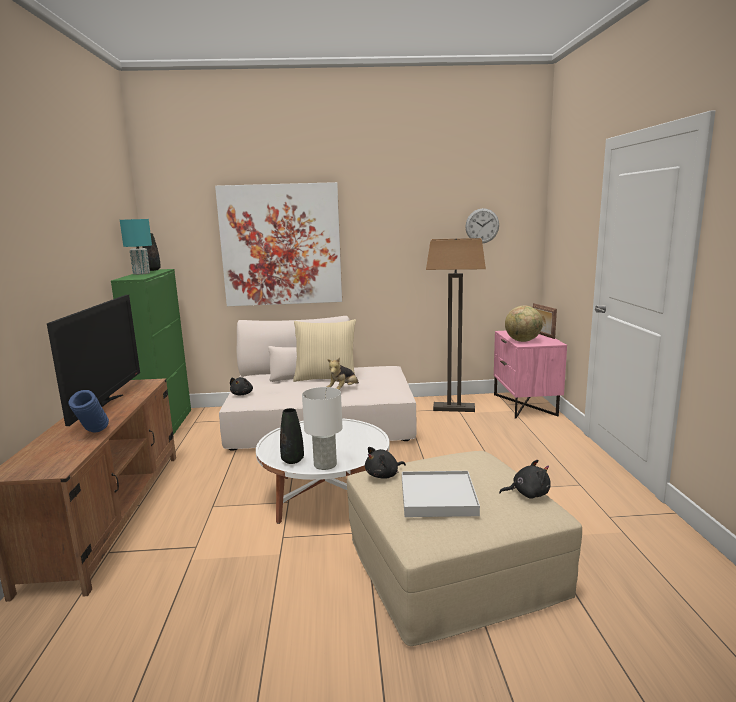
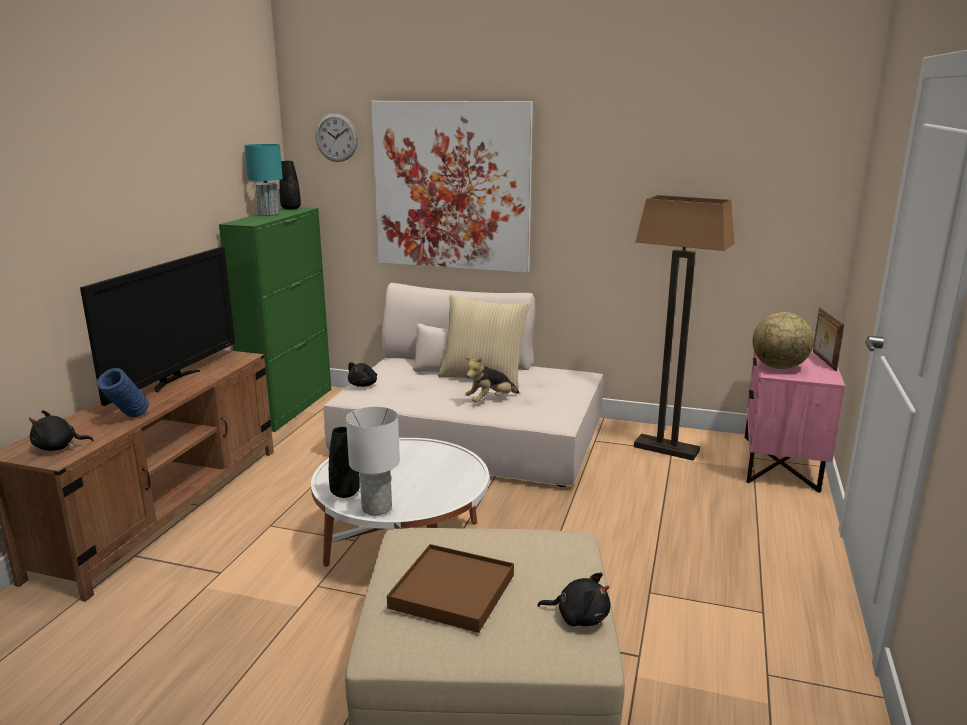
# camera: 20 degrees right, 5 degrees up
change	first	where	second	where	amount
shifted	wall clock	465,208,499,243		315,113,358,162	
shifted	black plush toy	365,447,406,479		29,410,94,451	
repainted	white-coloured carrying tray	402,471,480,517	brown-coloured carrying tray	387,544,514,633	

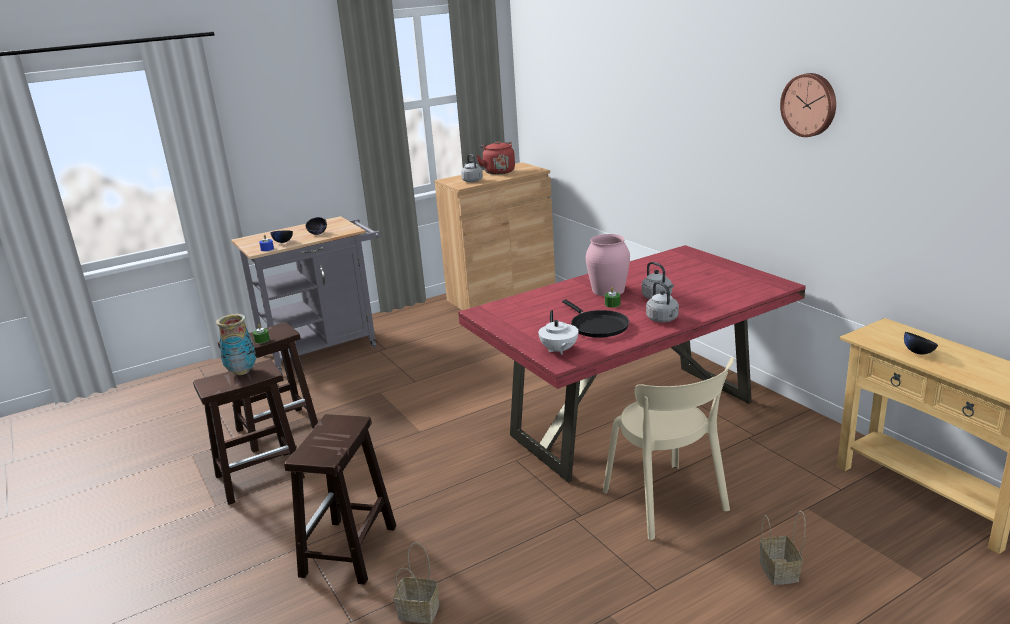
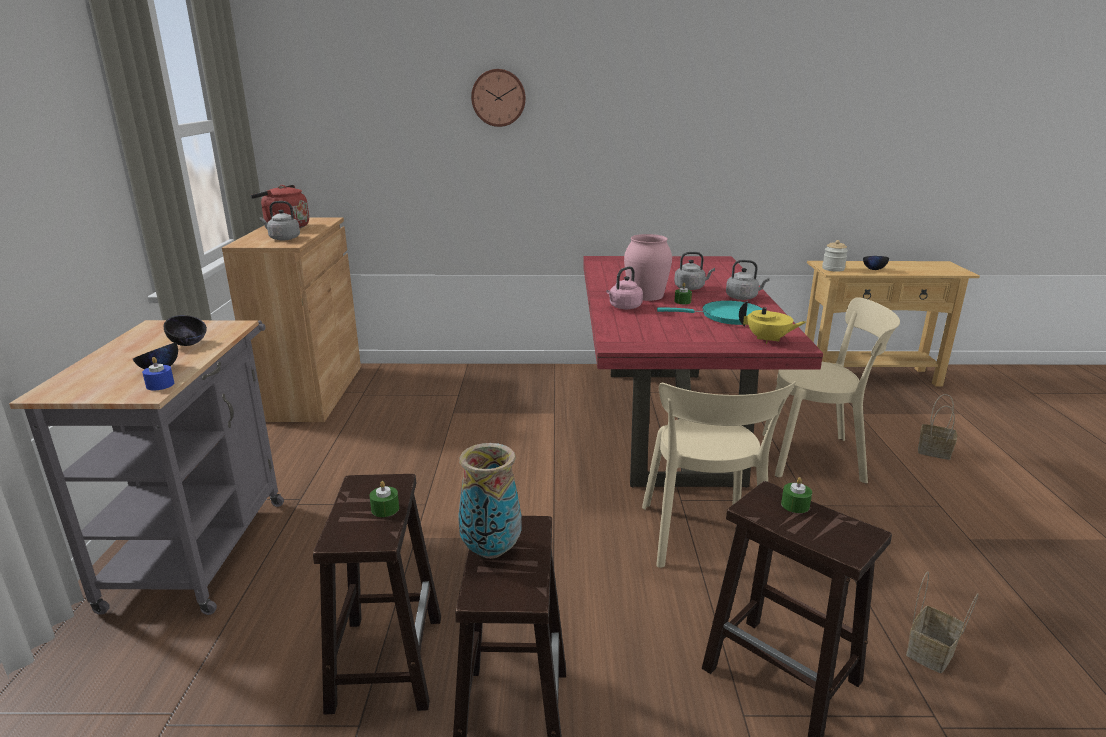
# camera: 60 degrees left, 0 degrees up
change	first	where	second	where	amount
shifted	wall clock	780,73,836,137		471,69,526,127	
repainted	black pan	562,300,629,338	turquoise-coloured pan	657,301,762,325	
repainted	white-coloured teapot	538,310,578,355	yellow-coloured teapot	739,301,806,344	
new			preserve jar	822,240,848,272	
new			pinkish water kettle	606,266,643,309	
new			beige chair	642,381,796,568	
new			greenish candle	781,477,812,513	

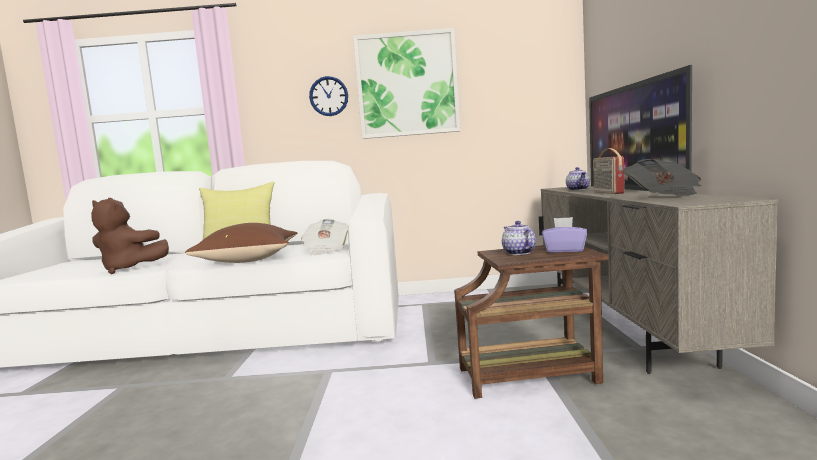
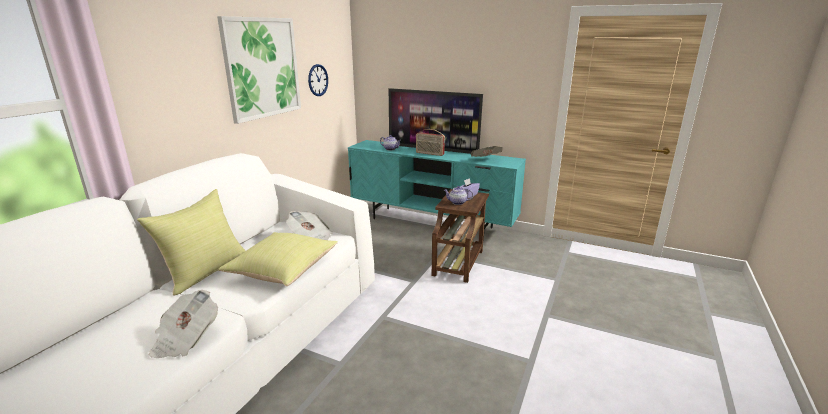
# camera: 65 degrees left, 15 degrees up
change	first	where	second	where	amount
shifted	wall clock	309,76,348,116		308,64,328,96	
repainted	beige tv unit	539,185,778,374	turquoise-coloured tv unit	348,140,526,240	
swapped	brown-coloured plush toy	91,198,169,274	daily paper	149,290,218,358	
repainted	brown-coloured pillow	185,223,298,263	yellow-coloured pillow	218,232,338,286	

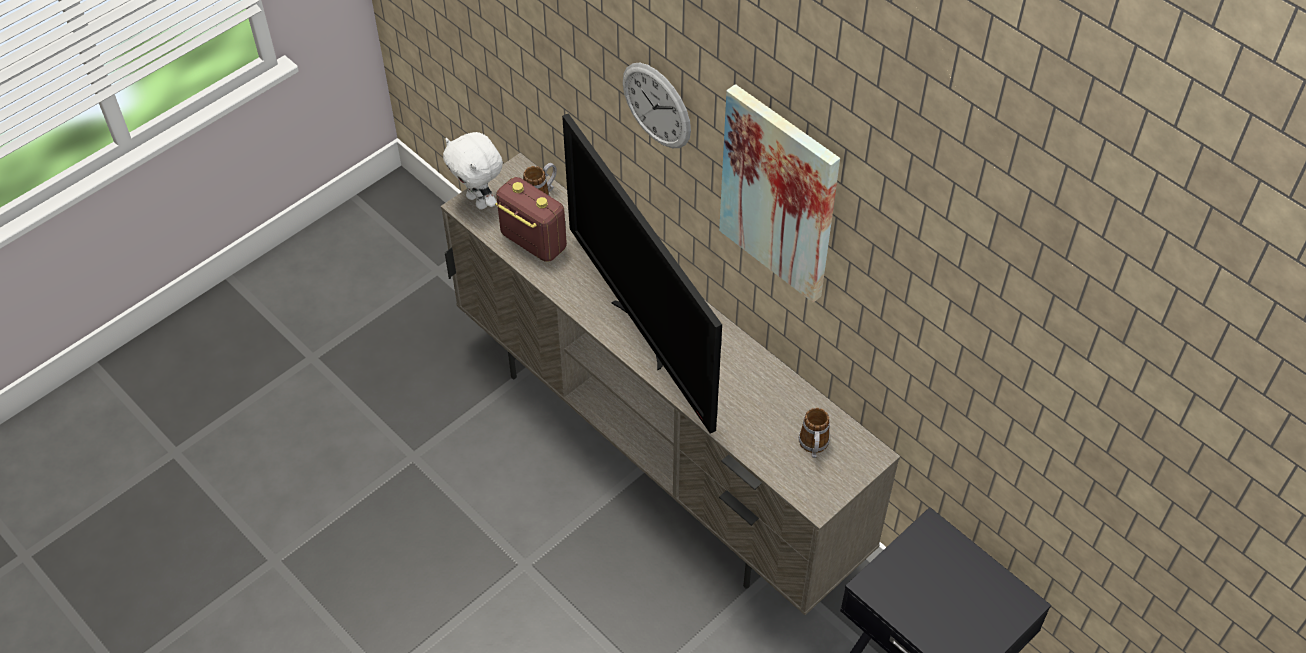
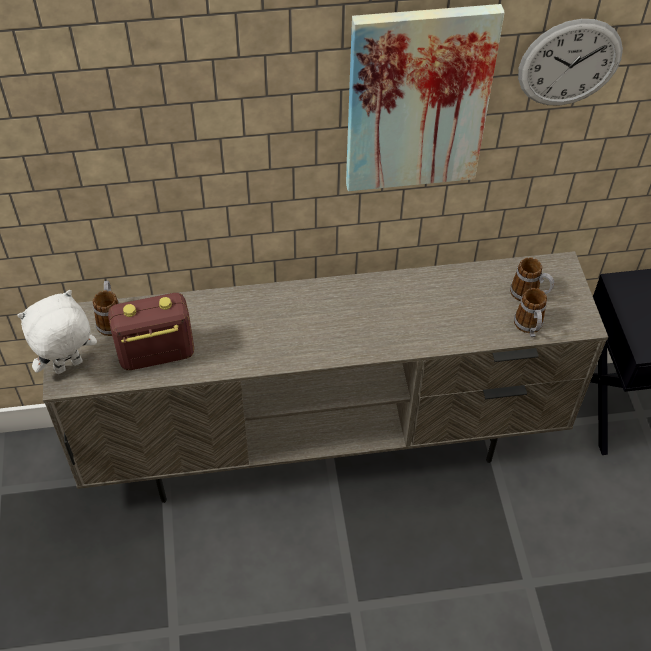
# camera: 55 degrees left, 0 degrees up
change	first	where	second	where	amount
shifted	wall clock	623,63,691,148		518,19,623,105	
gone	TV	562,113,722,433			
rotated	white-coloured plush toy	443,132,503,210		17,290,97,374	150 degrees clockwise
new			coffee mug	514,288,547,337	

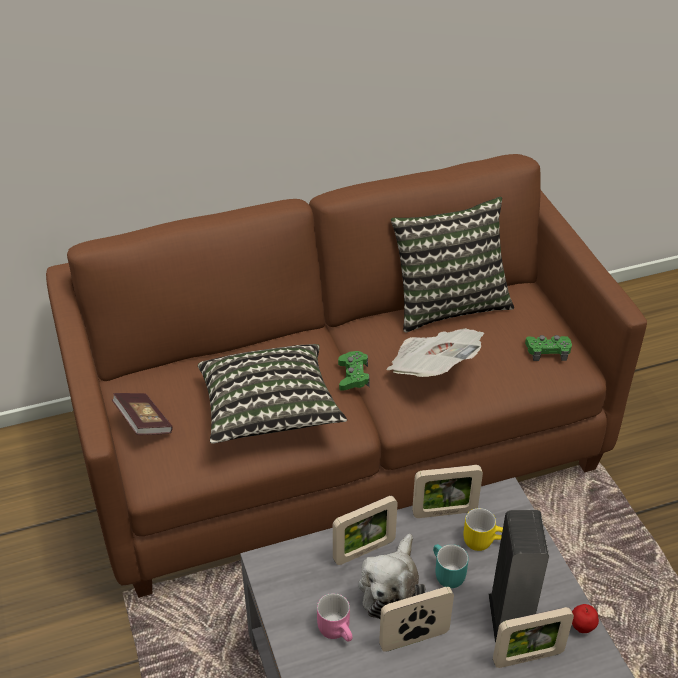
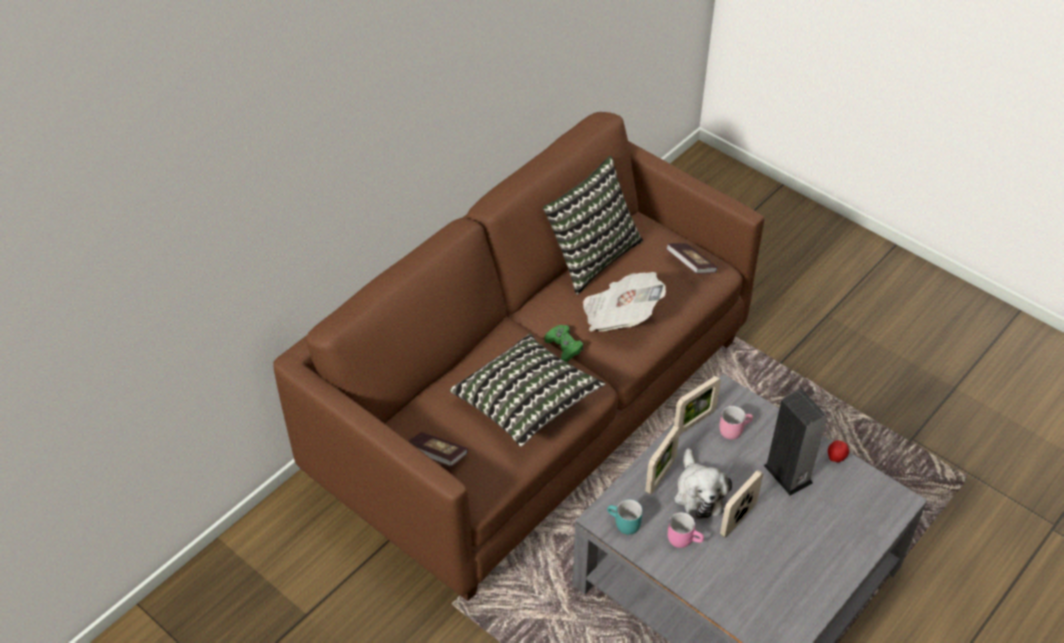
# camera: 30 degrees left, 5 degrees up
change	first	where	second	where	amount
swapped	greenish gamepad	525,335,572,361	bound book	665,243,718,274	
repainted	yellow-coloured coffee mug	464,508,503,551	pinkish coffee mug	719,406,753,440	
shifted	turquoise-coloured coffee mug	433,544,469,588		607,499,643,535	
gone	photo frame	493,607,574,668			

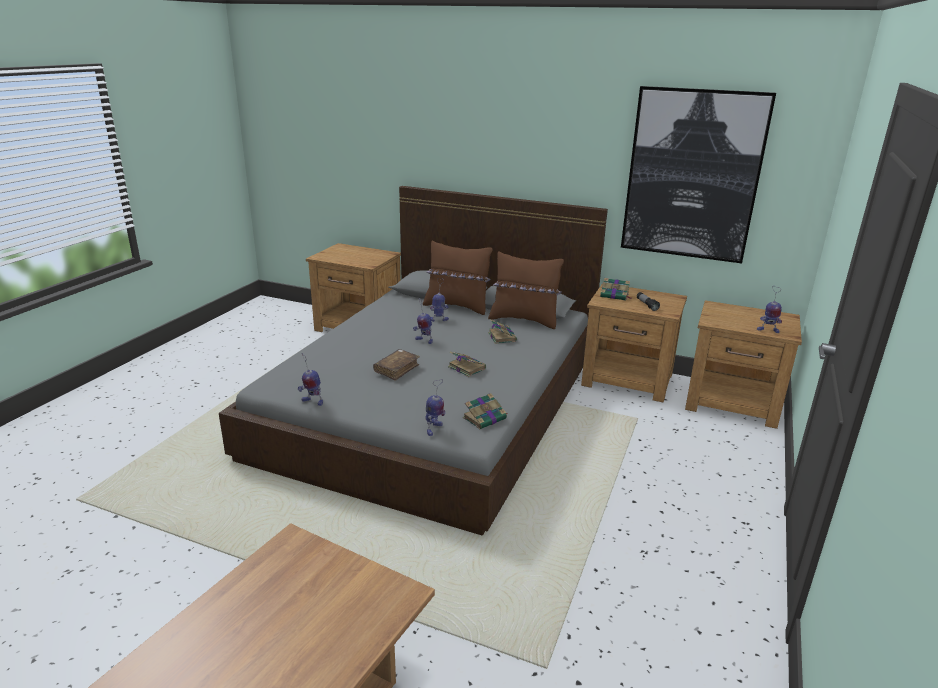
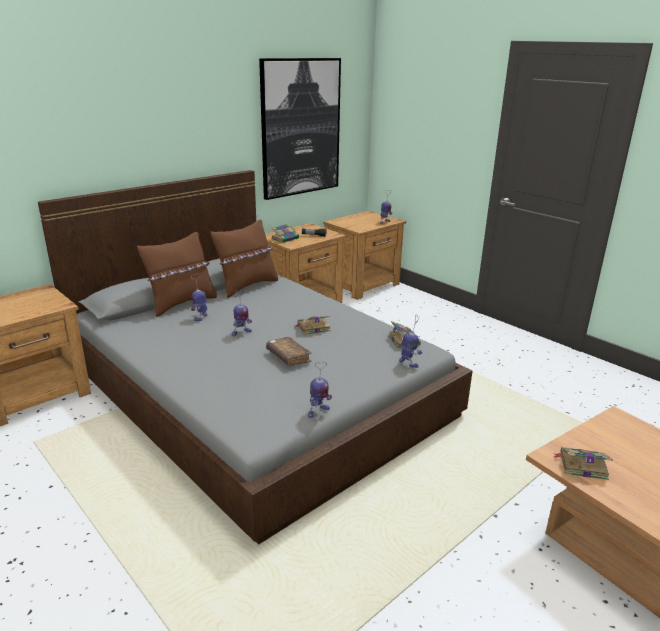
# camera: 65 degrees left, 0 degrees up
change	first	where	second	where	amount
shifted	bound book	488,319,517,344		554,447,613,480	

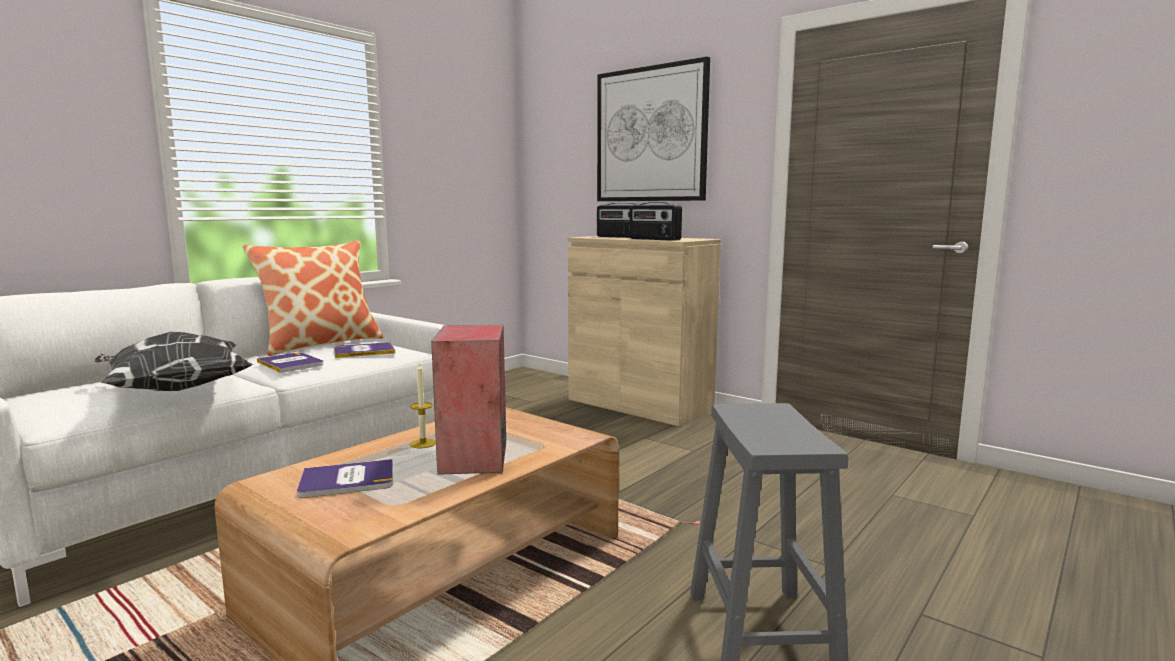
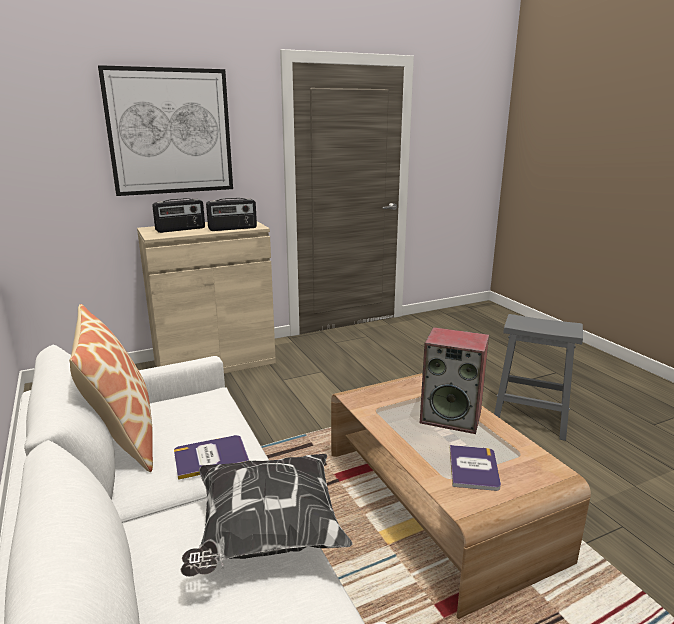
# camera: 65 degrees left, 10 degrees up
change	first	where	second	where	amount
gone	bound book	334,342,395,358			
gone	candle	410,363,436,448			

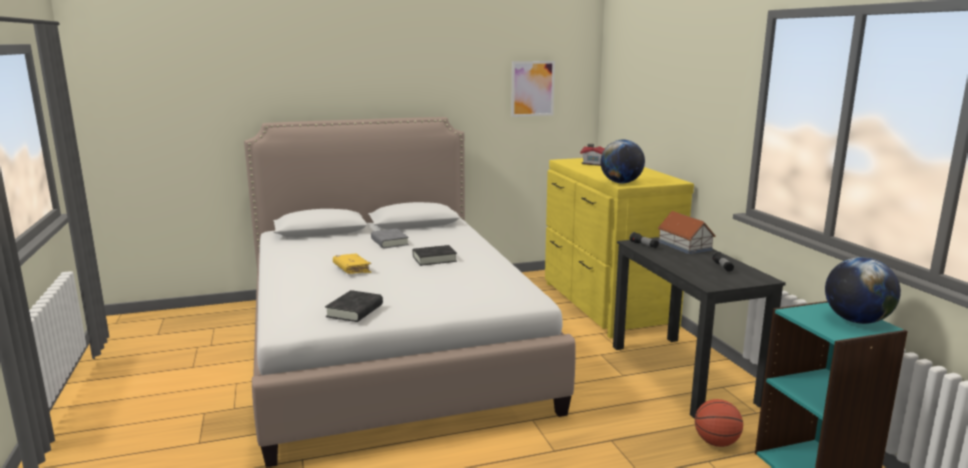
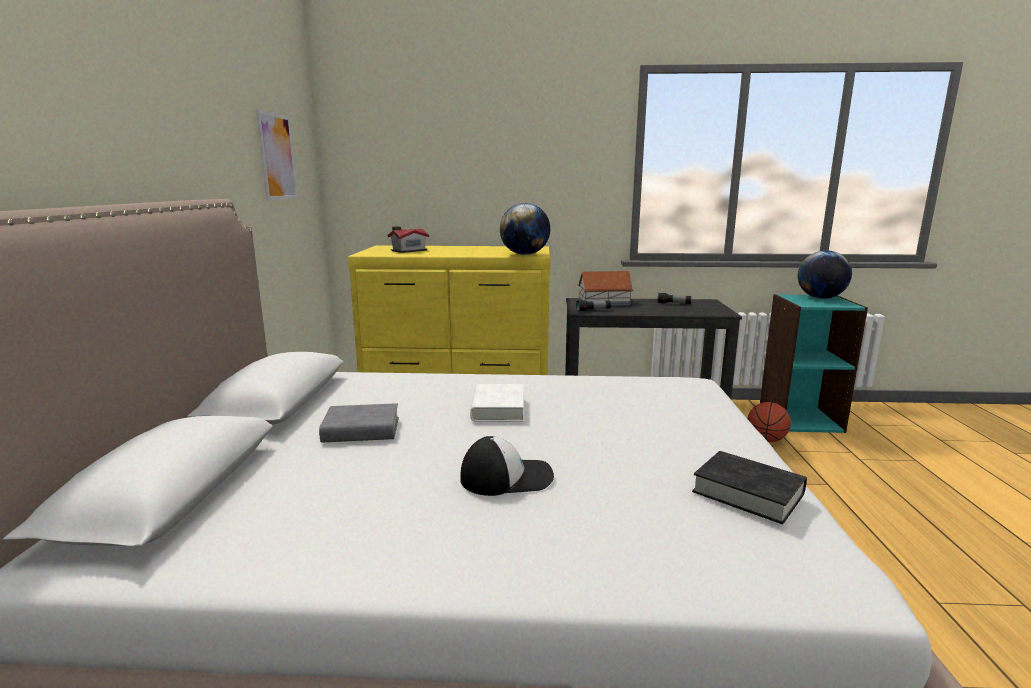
# camera: 70 degrees left, 0 degrees up
change	first	where	second	where	amount
repainted	black bound book	413,245,457,266	white-coloured bound book	470,384,524,422	
swapped	yellow-coloured bound book	333,254,371,274	baseball cap	461,436,554,496	

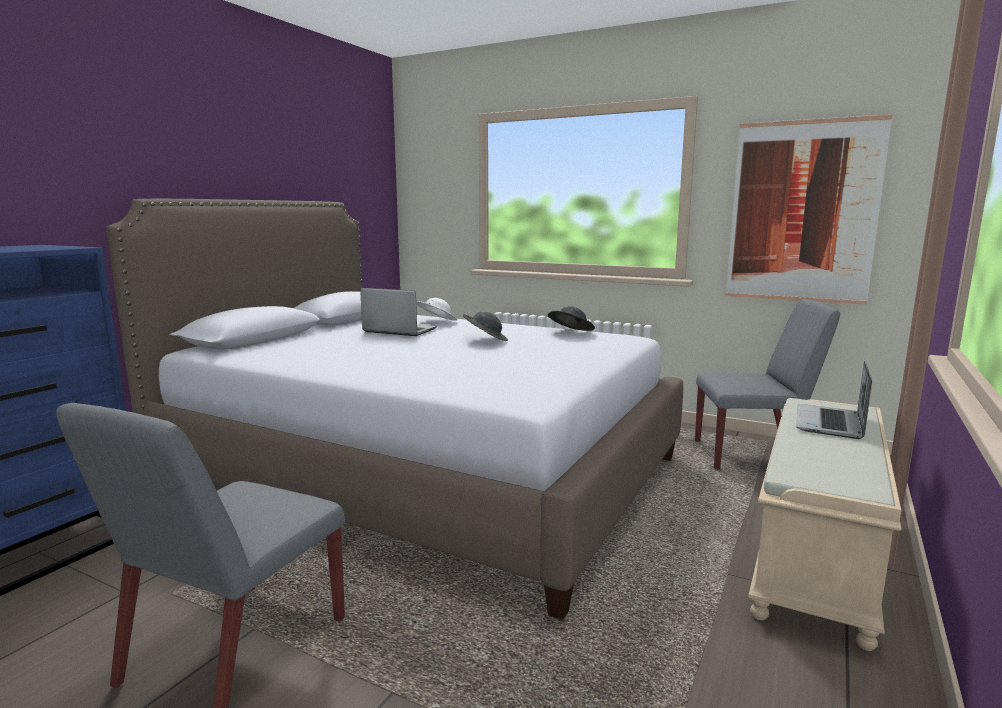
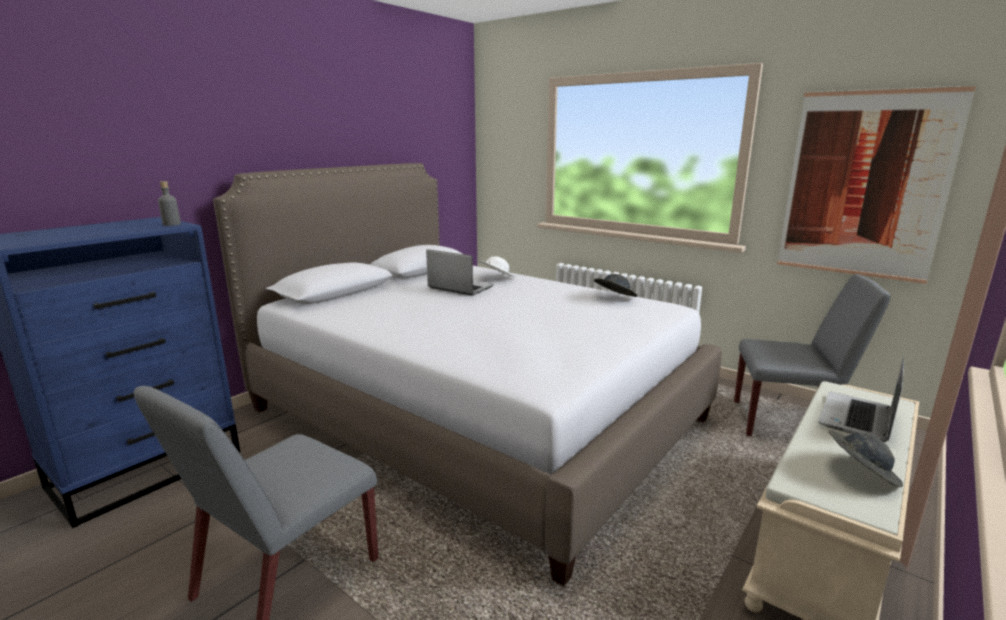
# camera: 10 degrees right, 5 degrees up
change	first	where	second	where	amount
shifted	gray wearable hat	463,312,508,341		828,431,903,487	
new			gray bottle	158,181,181,226	

